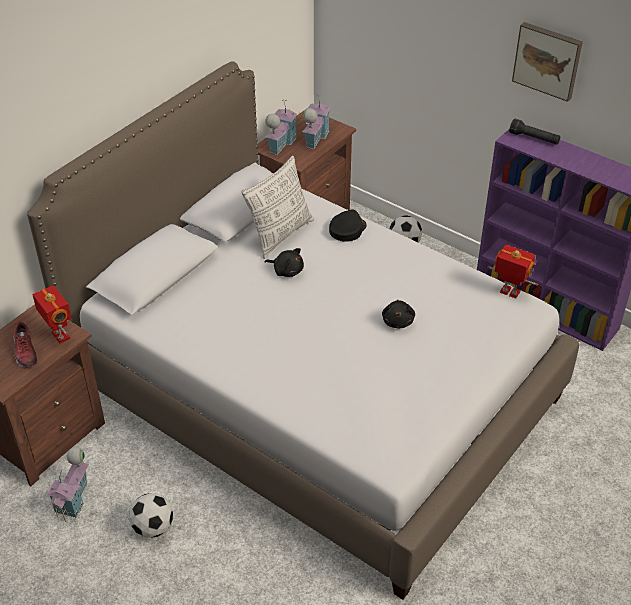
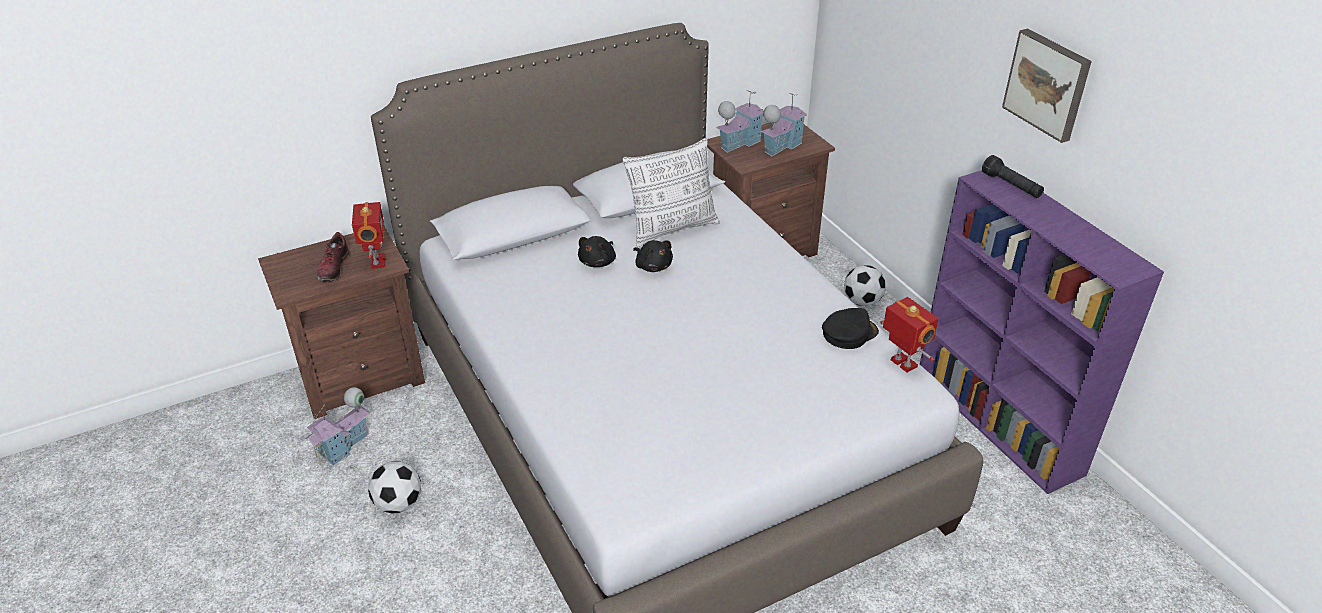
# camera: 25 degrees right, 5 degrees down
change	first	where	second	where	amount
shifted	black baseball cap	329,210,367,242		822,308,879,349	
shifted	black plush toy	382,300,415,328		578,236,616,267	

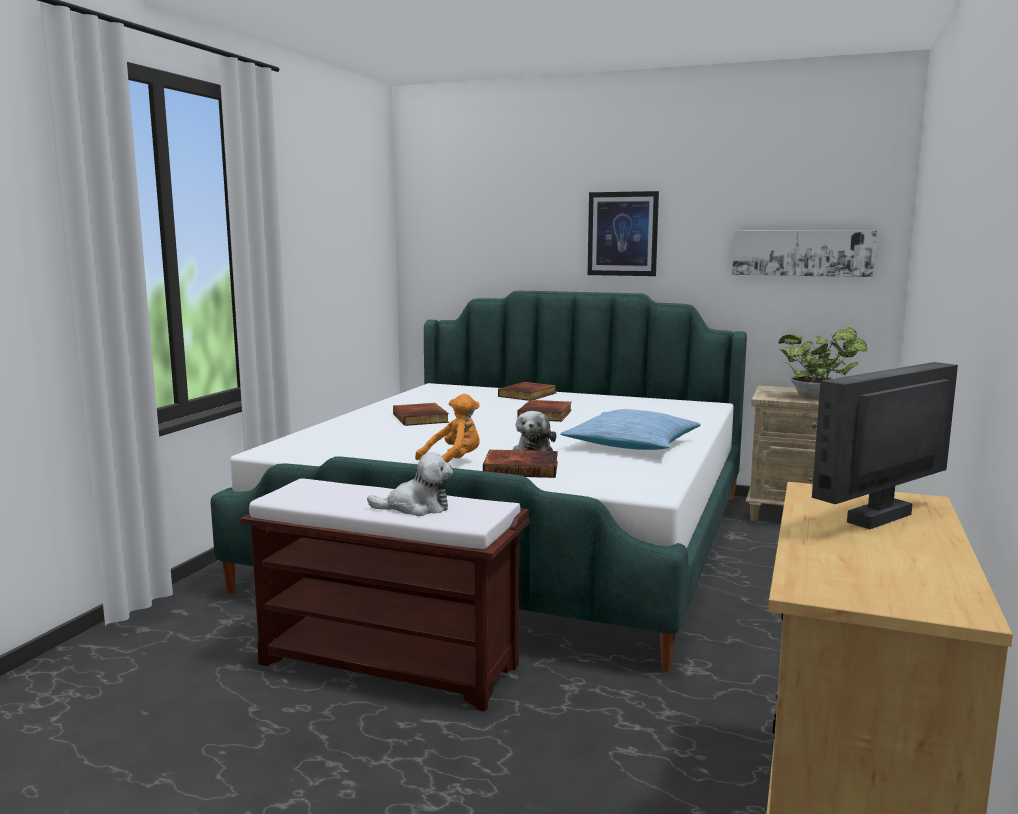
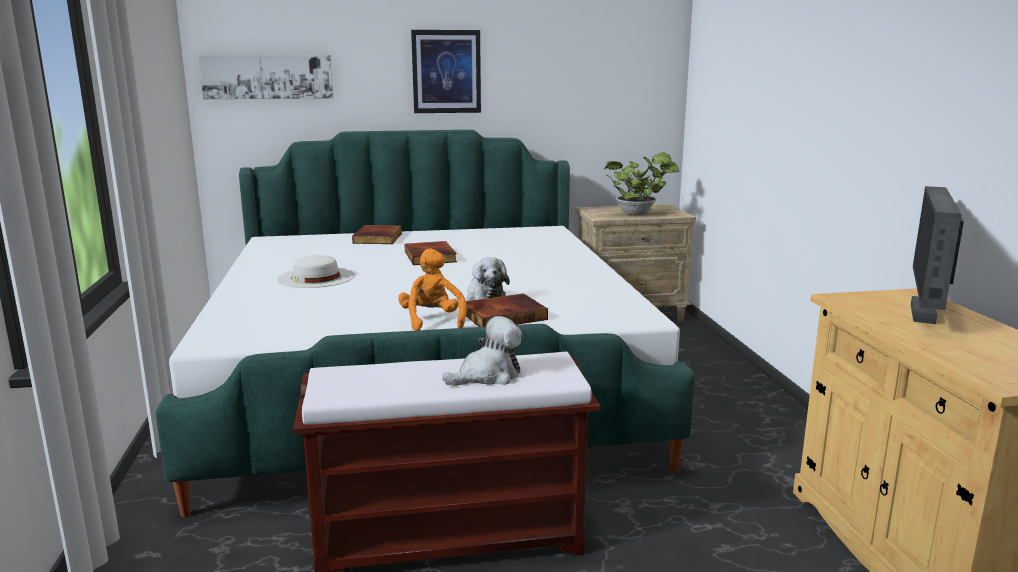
# camera: 30 degrees left, 5 degrees up
change	first	where	second	where	amount
shifted	picture	732,230,877,277		198,55,333,99	
rotated	orange-coloured plush toy	415,394,480,463		398,248,467,331	45 degrees counterclockwise
swapped	bound book	393,403,449,426	white-coloured wearable hat	277,255,355,288	
gone	pillow	560,409,701,450			

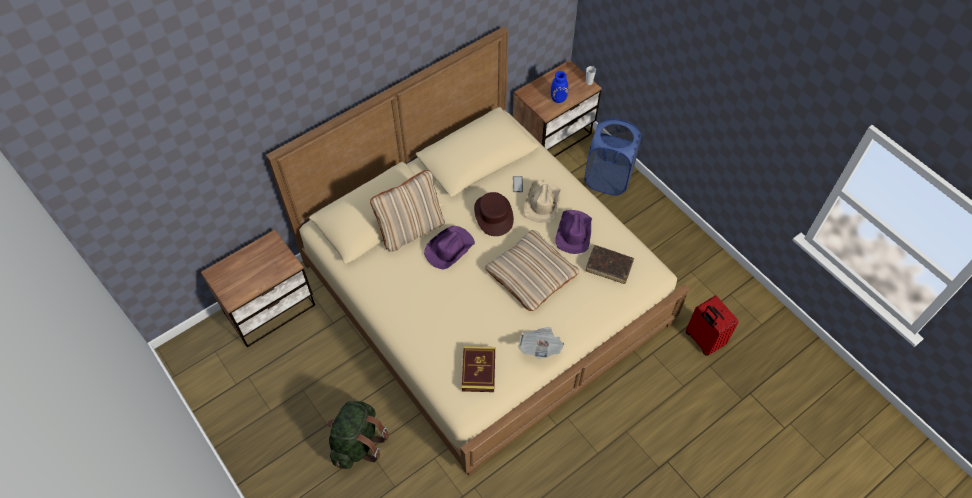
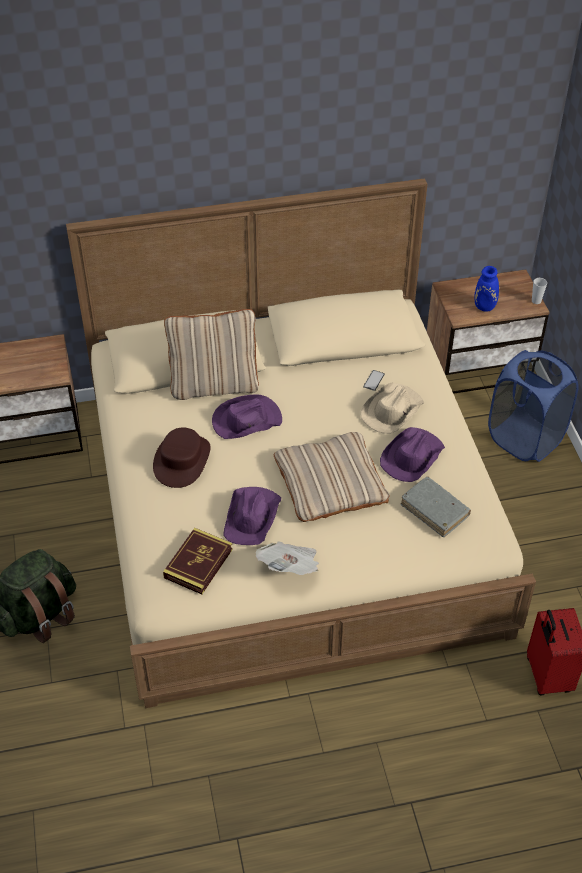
# camera: 25 degrees right, 10 degrees down
change	first	where	second	where	amount
shifted	brown-coloured wearable hat	474,192,514,236		153,428,211,488	
repainted	brown-coloured bound book	586,245,634,284	gray bound book	401,477,471,537	
new			purple wearable hat	223,487,281,545	

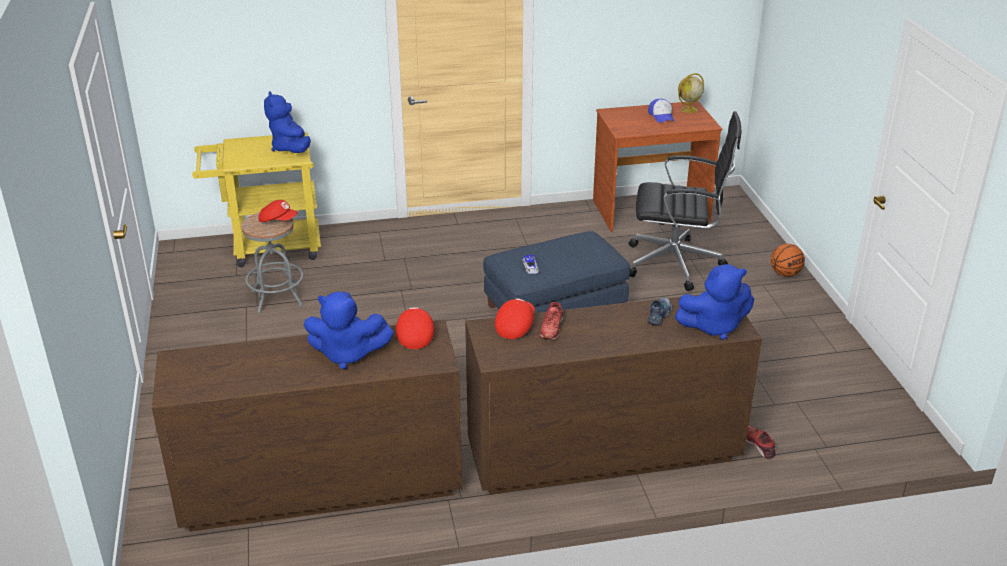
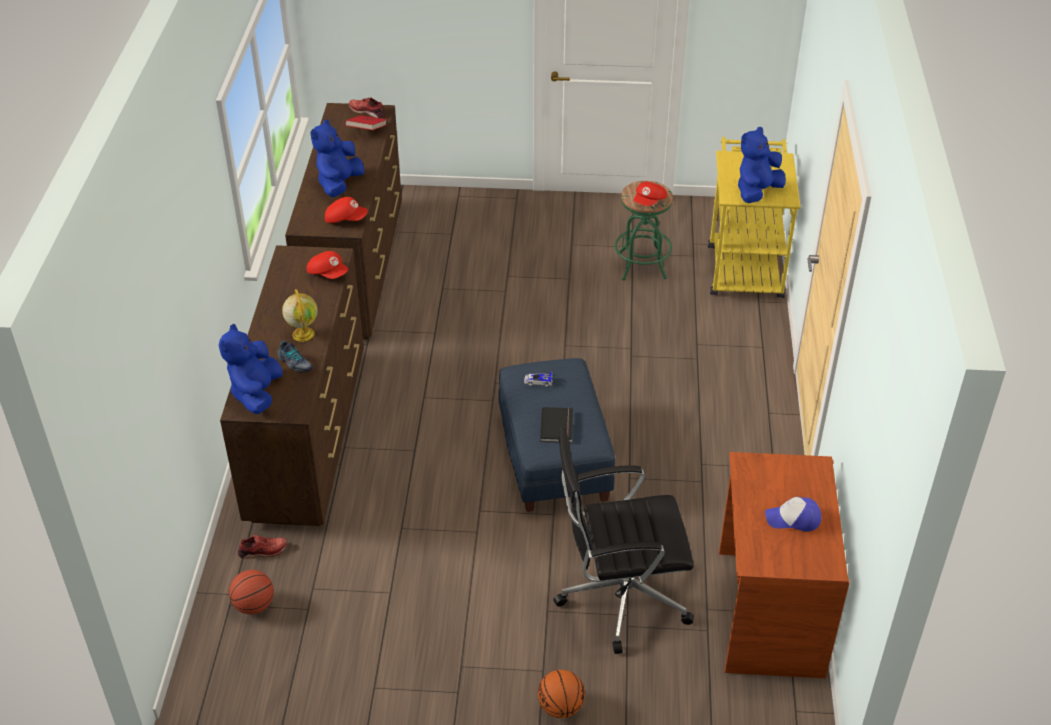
# camera: 105 degrees right, 10 degrees up
change	first	where	second	where	amount
shifted	world globe	678,73,704,113		282,289,318,342	
rotated	blue-coloured plush toy	264,92,311,153		738,127,786,203	45 degrees counterclockwise
rotated	black desk chair	629,111,741,291		553,427,694,654	60 degrees clockwise
repainted	gray sitting stool	241,212,303,313	greenish sitting stool	615,181,673,281	
shifted	red low shoe	540,302,563,340		349,98,386,118	
new			red bound book	345,115,387,130	
new			black bound book	540,407,573,443	
new			ball for basketball	229,570,274,614	

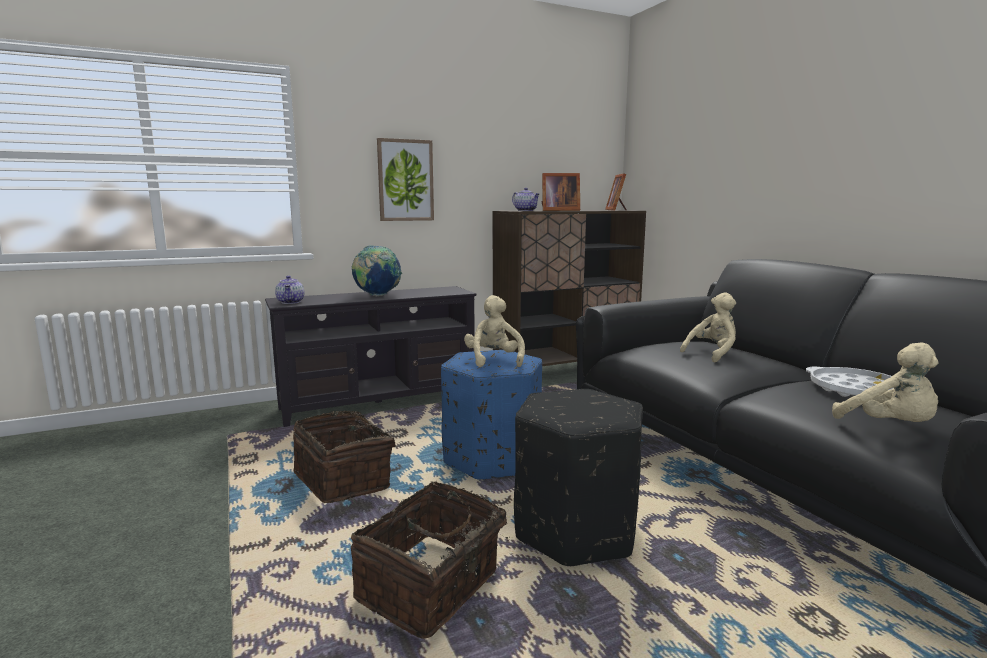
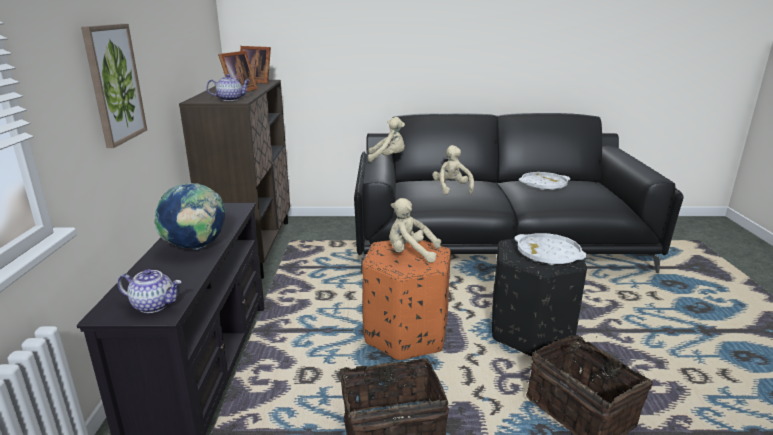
# camera: 65 degrees left, 10 degrees up
change	first	where	second	where	amount
shifted	beige plush toy	832,342,938,422		368,117,405,162	
repainted	blue-coloured footrest	441,350,542,480	orange-coloured footrest	362,240,451,360	
new			white-coloured carrying tray	515,233,587,265	

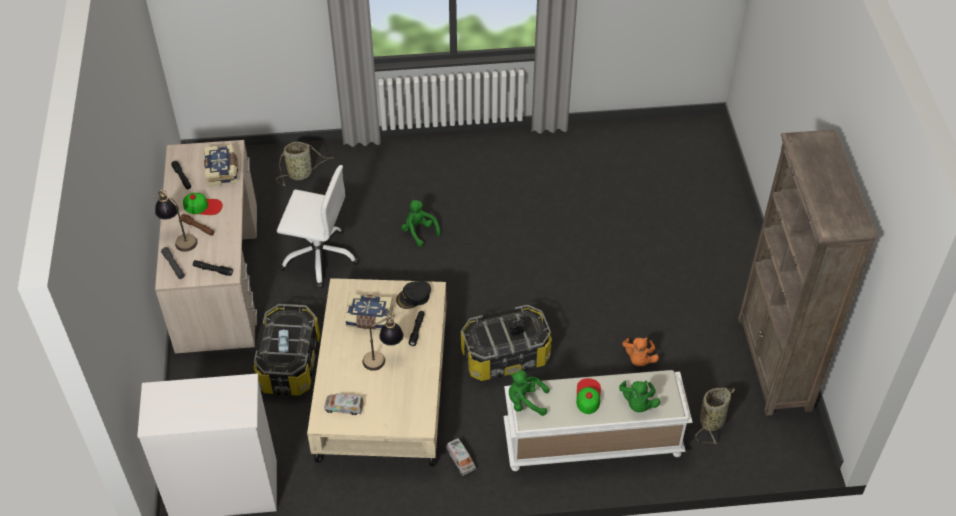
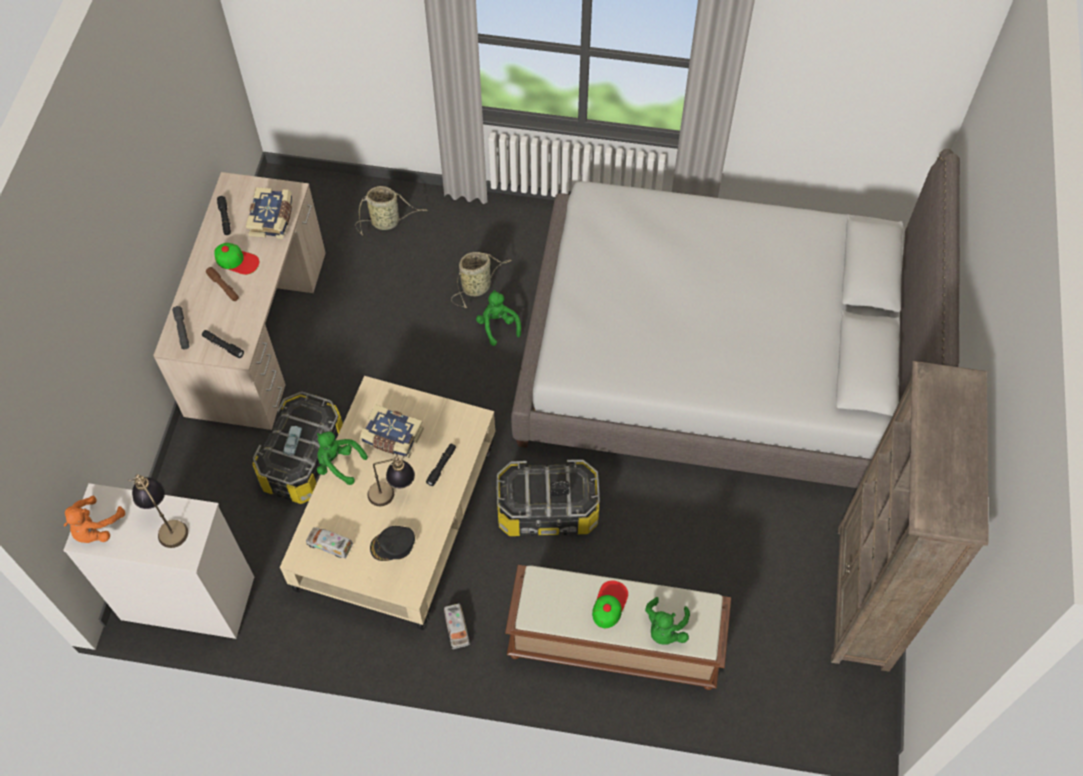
# camera: 15 degrees right, 10 degrees up
change	first	where	second	where	amount
gone	white-coloured desk chair	277,165,359,288			
shifted	lamp for a table	153,189,198,252		128,474,188,548	
shifted	black baseball cap	396,281,431,309		370,526,415,561	
shifted	orange-coloured plush toy	623,337,659,366		64,495,125,543	
repainted	white-coloured indoor bench	503,370,693,471	brown-coloured indoor bench	505,565,731,690	
shifted	greenish plush toy	509,370,550,416		317,432,368,485	
shifted	storage basket	695,388,735,444		451,252,512,308	
new			gray bed	511,149,960,488	

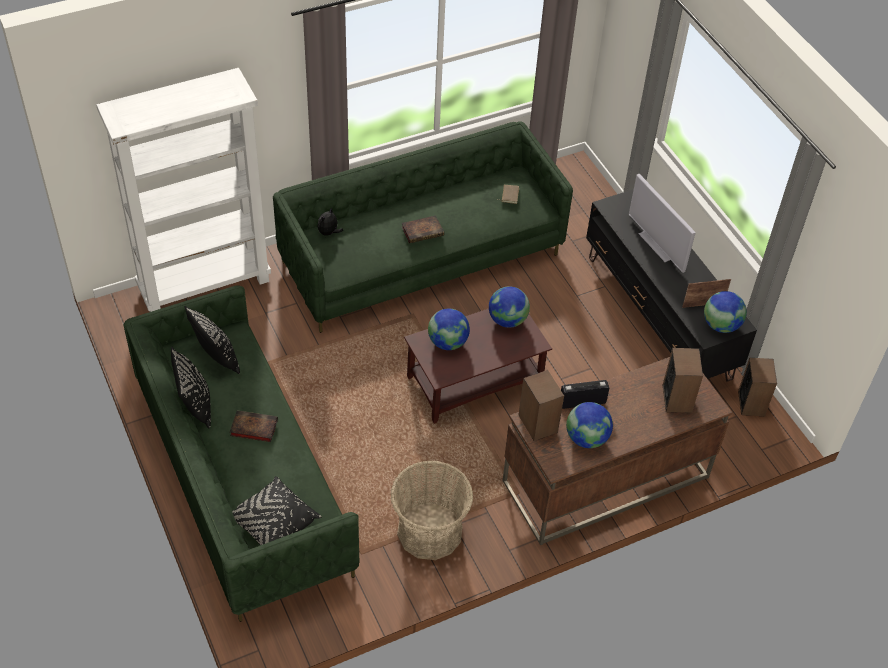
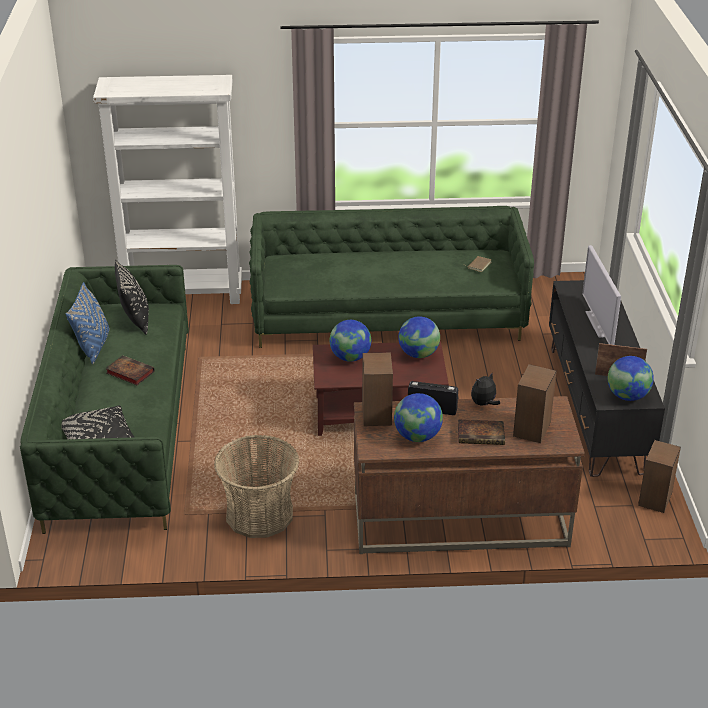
# camera: 25 degrees right, 15 degrees down
change	first	where	second	where	amount
shifted	plush toy	317,207,343,236		471,373,500,405	
shifted	bound book	402,216,444,243		458,419,505,445	
repainted	black pillow	171,347,211,428	blue-coloured pillow	66,282,110,364	

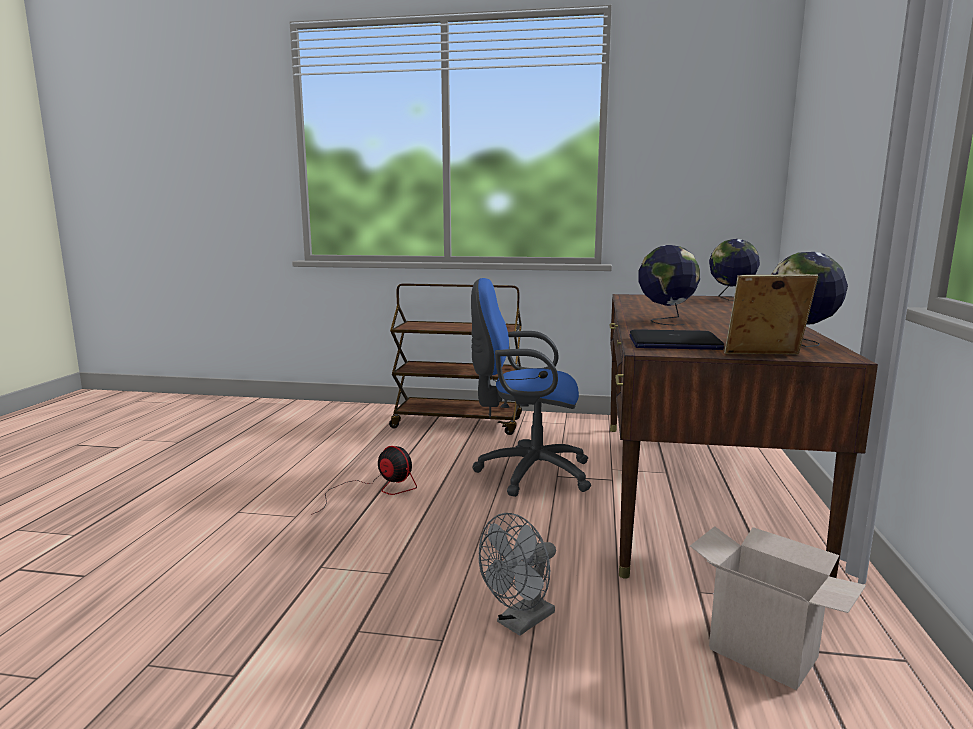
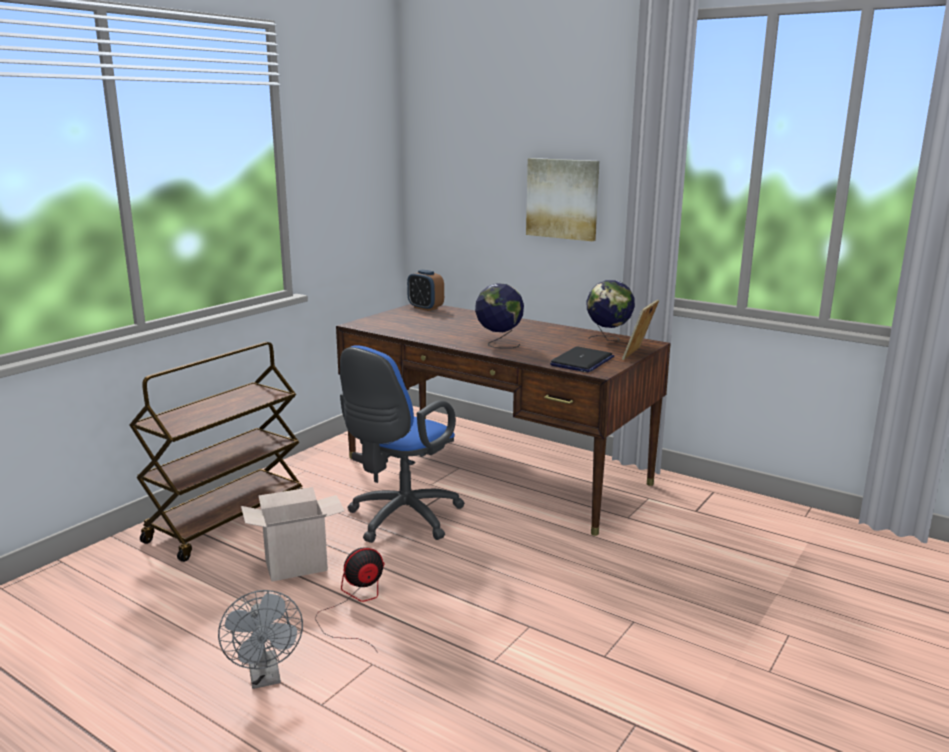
# camera: 65 degrees left, 5 degrees up
change	first	where	second	where	amount
swapped	world globe	709,239,760,301	bedside clock	407,270,444,311	
shifted	gray electric fan	479,513,556,636		218,590,303,689	
shifted	cardboard box	690,526,866,690		241,487,345,581	
new			picture	526,158,599,241	

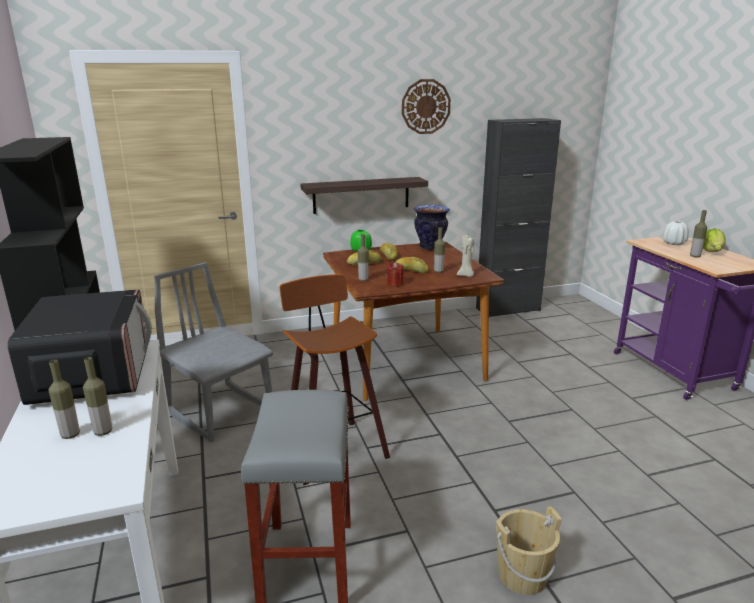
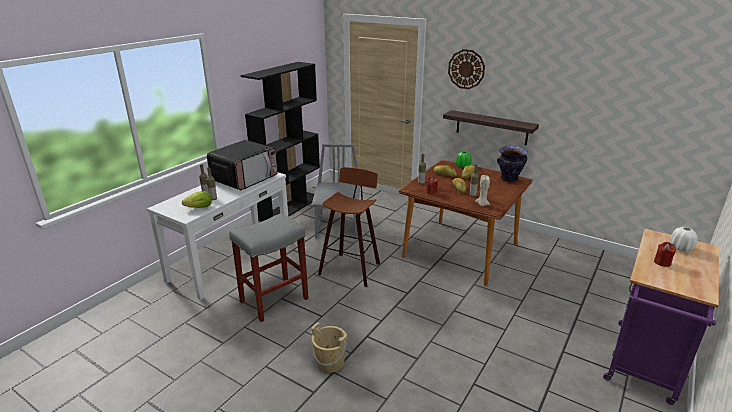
# camera: 50 degrees right, 5 degrees up
change	first	where	second	where	amount
shifted	wall clock	402,79,451,134		448,49,485,89	
gone	black cupboard	476,118,561,317			
swapped	bottle	690,210,707,257	red candle	654,242,676,267	
shifted	head of lettuce	703,228,726,252		182,191,212,208	

